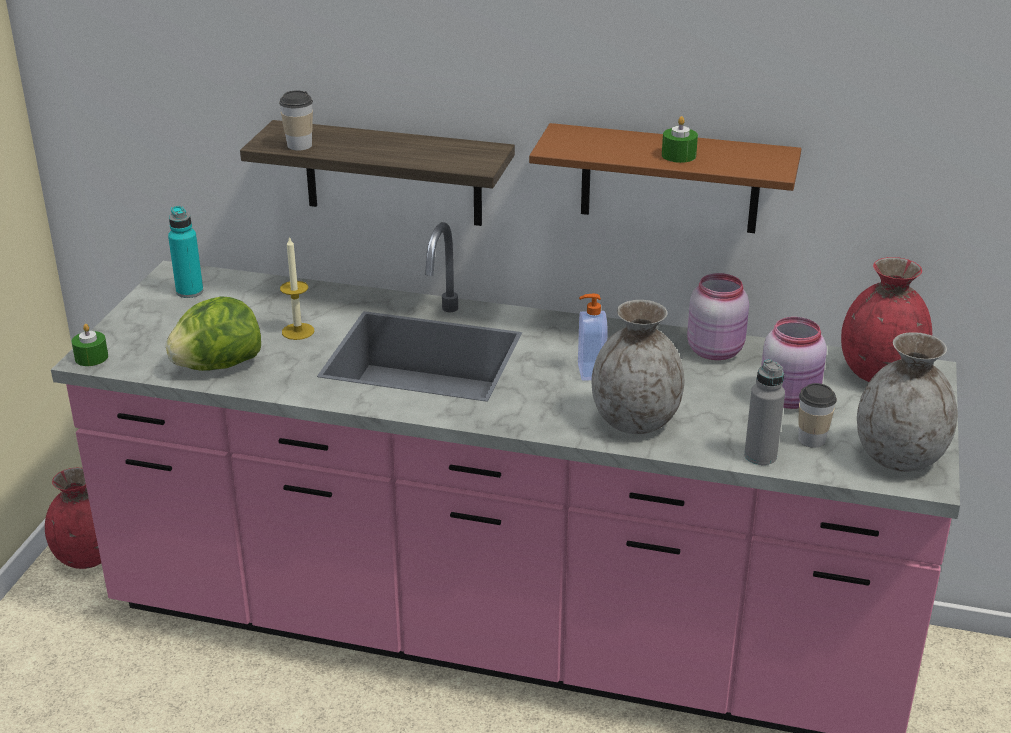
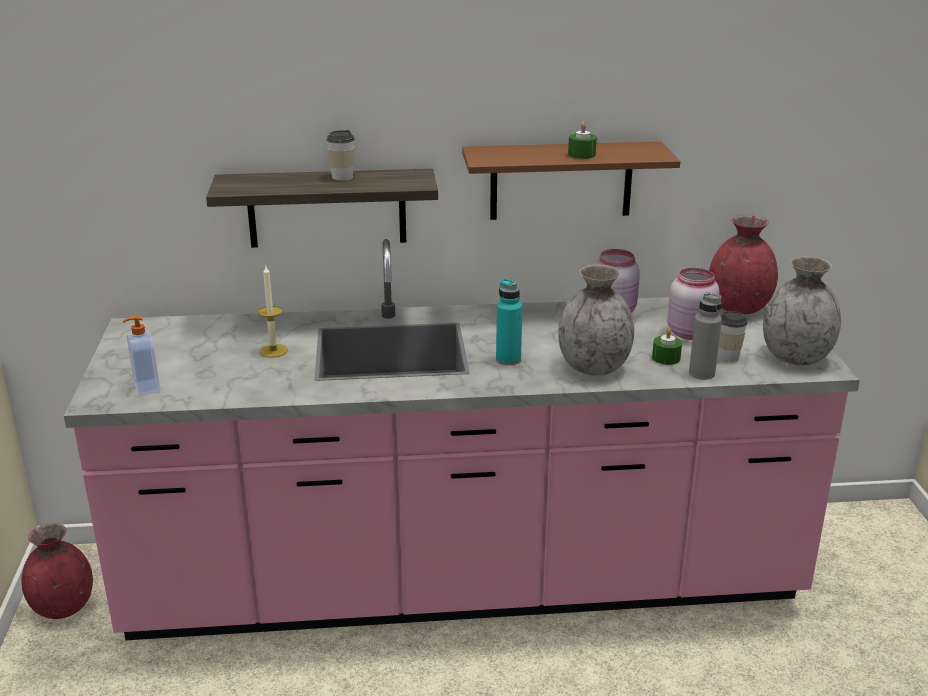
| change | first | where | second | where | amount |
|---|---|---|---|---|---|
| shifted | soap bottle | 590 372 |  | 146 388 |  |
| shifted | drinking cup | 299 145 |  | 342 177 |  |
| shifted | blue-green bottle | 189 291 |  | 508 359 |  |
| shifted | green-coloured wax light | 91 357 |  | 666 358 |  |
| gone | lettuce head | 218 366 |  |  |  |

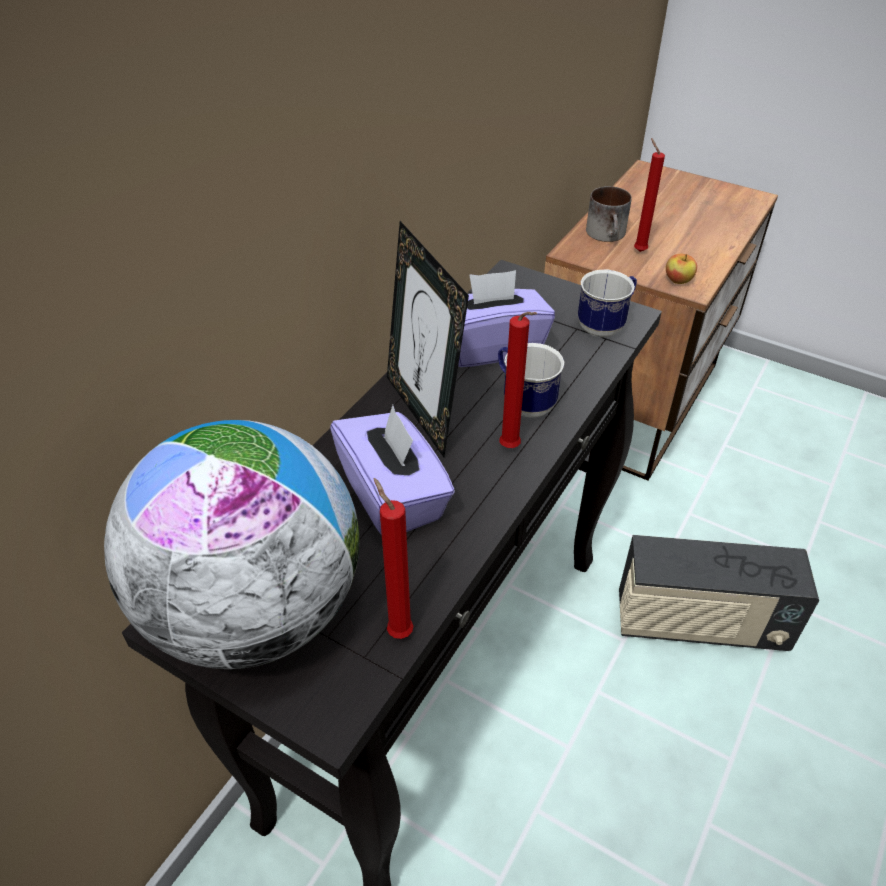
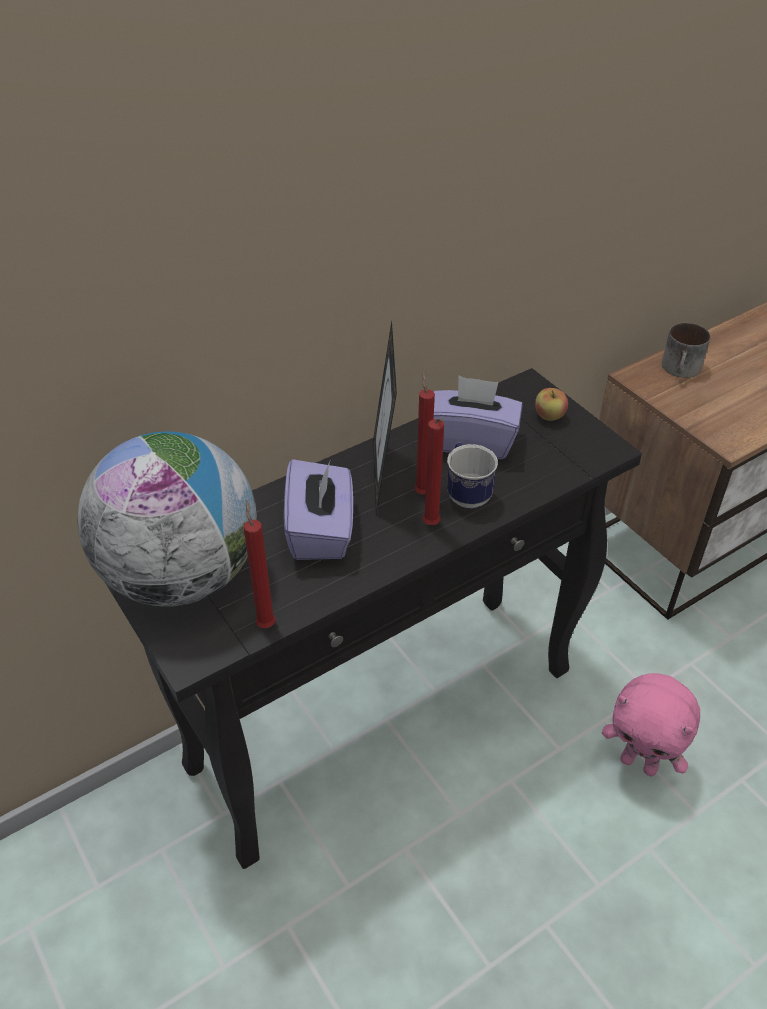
| change | first | where | second | where | amount |
|---|---|---|---|---|---|
| shifted | red wax light | 638 250 |  | 422 491 |  |
| shifted | apple | 678 280 |  | 549 416 |  |
| swapped | radio receiver | 699 624 | pink-coloured soft toy | 639 763 |  |
| gone | mug | 605 326 |  |  |  |

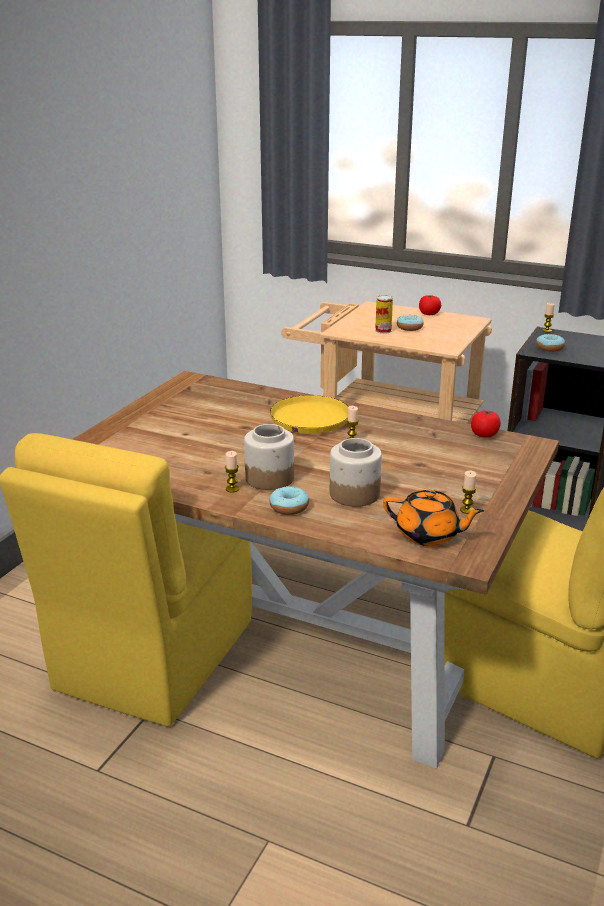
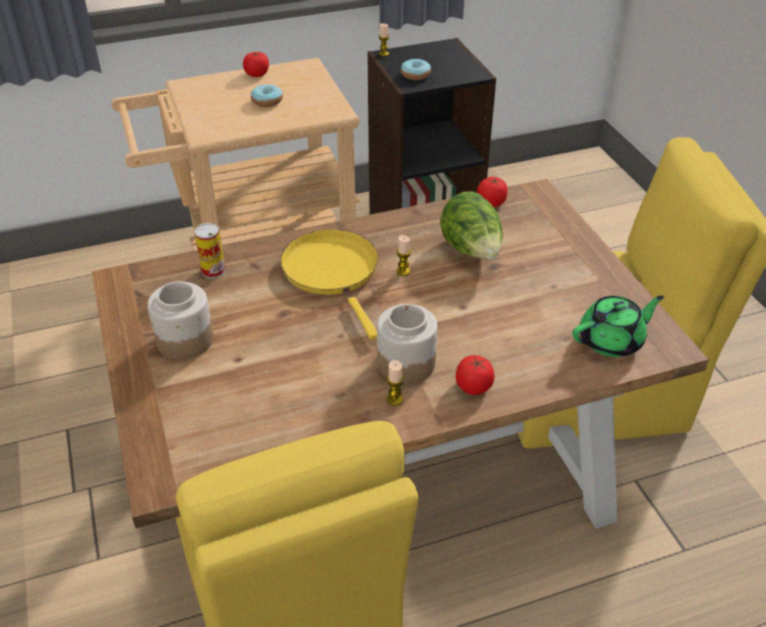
| change | first | where | second | where | amount |
|---|---|---|---|---|---|
| shifted | preserve jar | 354 494 |  | 184 340 |  |
| shifted | metal can | 383 331 |  | 213 271 |  |
| new |  |  | lettuce head | 471 251 |  |
| swapped | ring doughnut | 289 507 | fresh tomato | 474 386 |  |
| repainted | orange-coloured tea pot | 428 535 | green-coloured tea pot | 612 341 |  |
| gone | wax light | 467 510 |  |  |  |

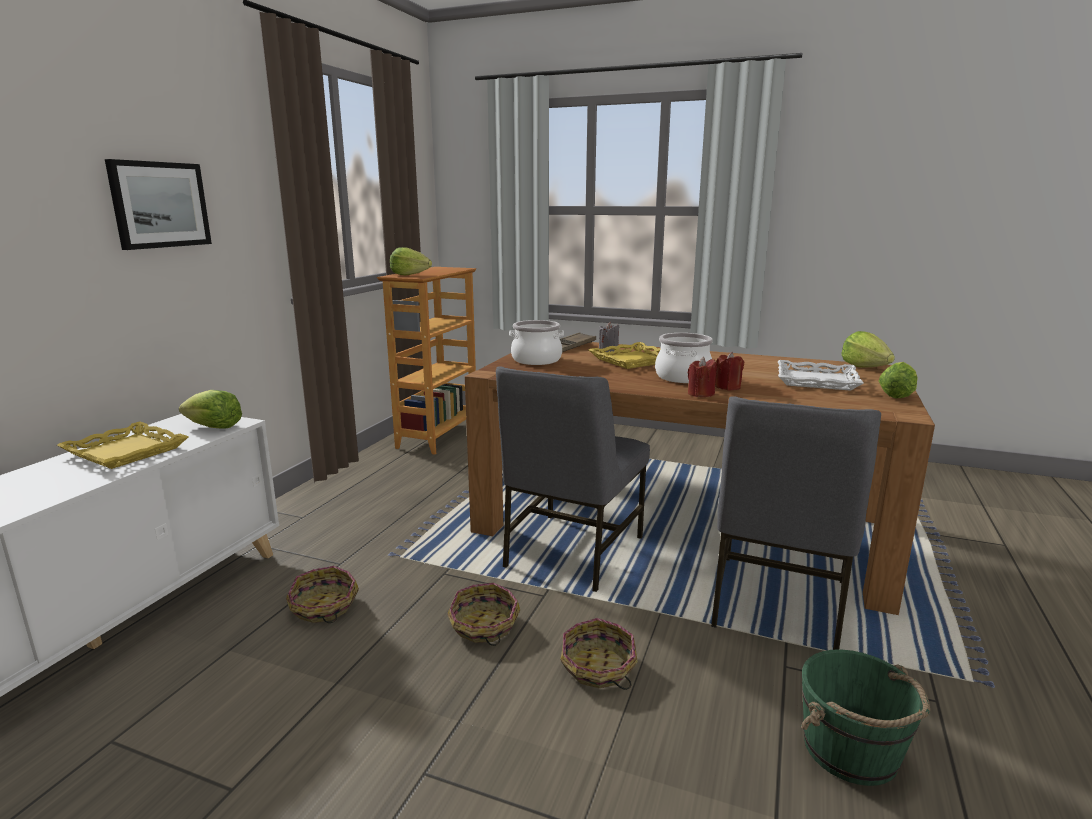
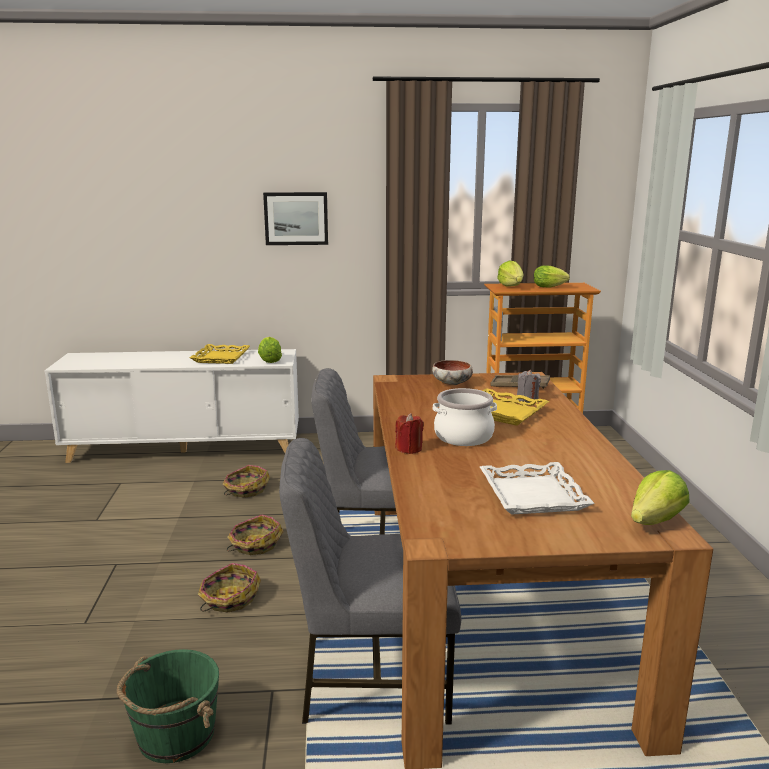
| change | first | where | second | where | amount |
|---|---|---|---|---|---|
| swapped | cooking pot | 536 360 | deep dish | 452 384 |  |
| shifted | lettuce head | 897 395 |  | 551 287 |  |
| gone | red wax light | 727 387 |  |  |  |

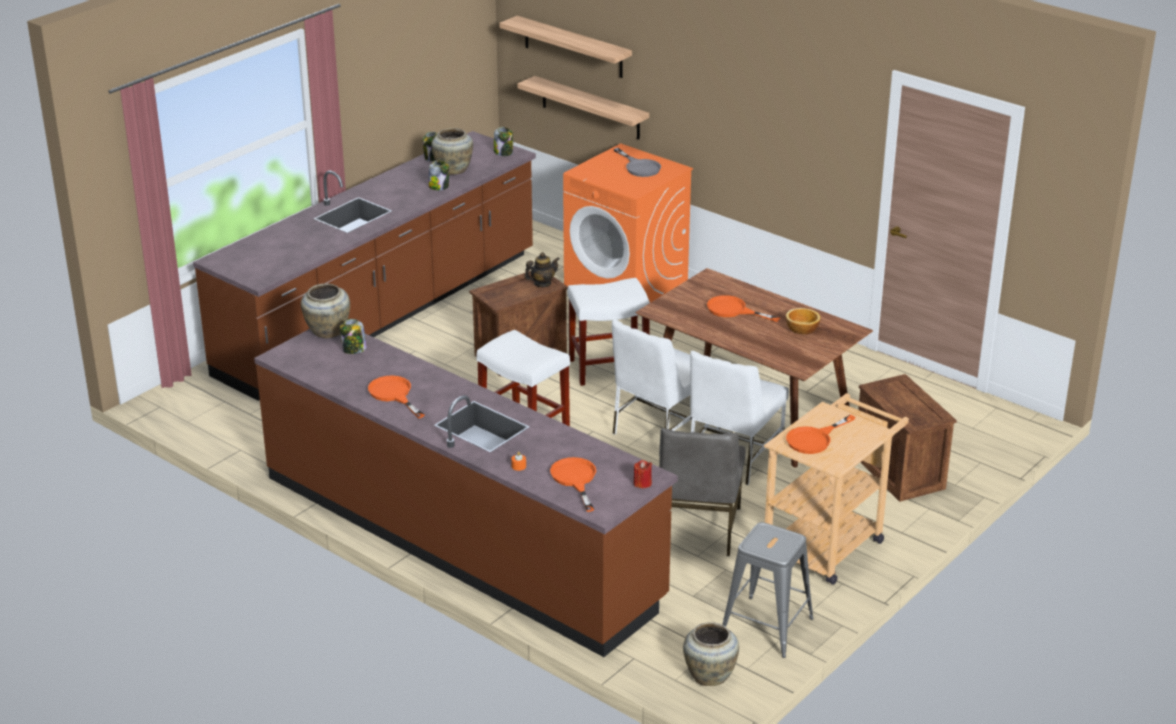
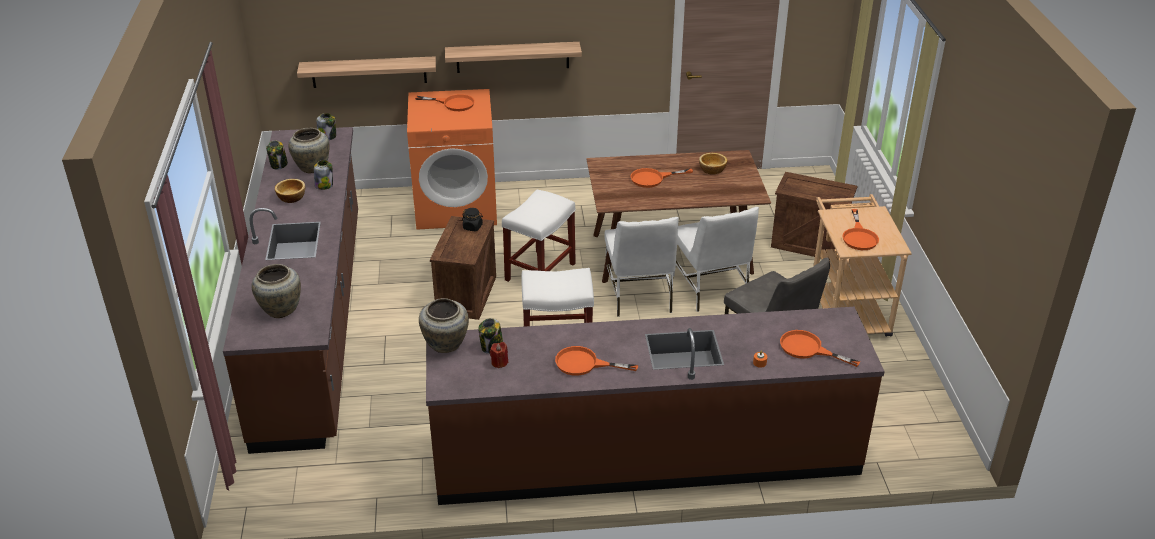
| change | first | where | second | where | amount |
|---|---|---|---|---|---|
| shifted | beige vase | 710 675 |  | 280 309 |  |
| new |  |  | deep dish | 291 197 |  |
| repainted | gray skillet | 639 167 | orange-coloured skillet | 453 103 |  |
| shifted | wall shelf | 573 47 |  | 512 57 |  |
| swapped | tea pot | 542 283 | black preserve jar | 473 227 |  |
| shifted | red wax light | 642 483 |  | 499 362 |  |
| gone | gray stool | 766 626 |  |  |  |

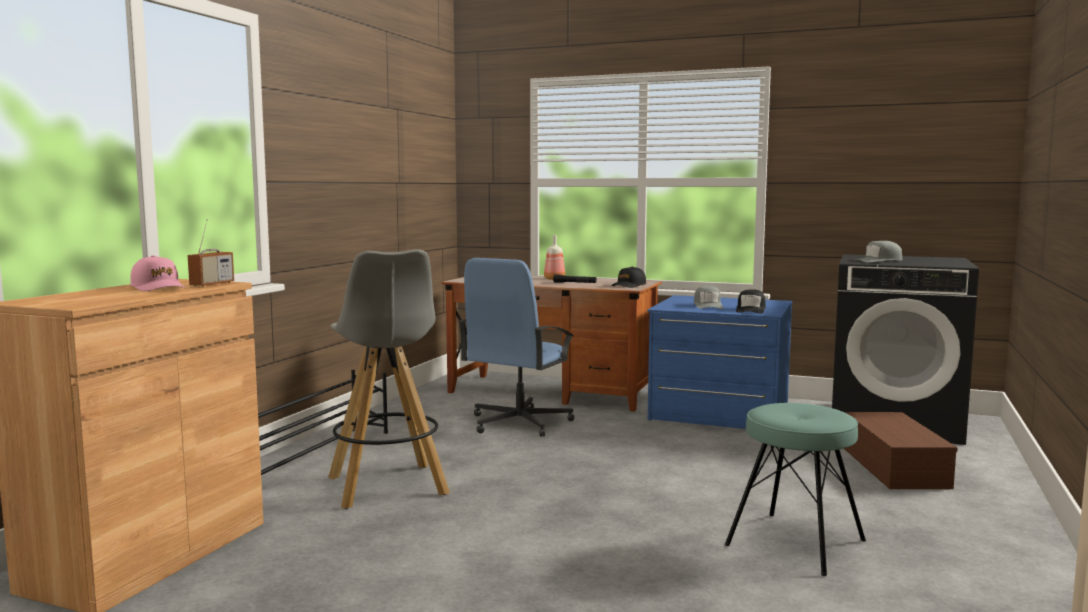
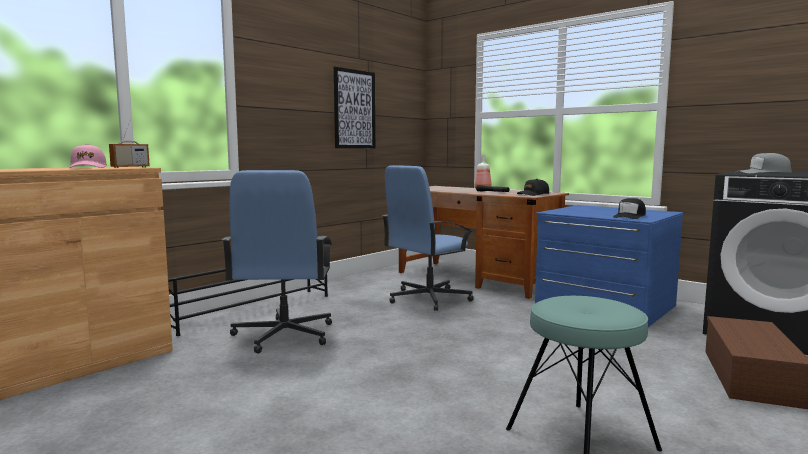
| change | first | where | second | where | amount |
|---|---|---|---|---|---|
| swapped | gray stool | 388 487 | blue-coloured office chair | 283 335 |  |
| new |  |  | picture | 354 109 |  |
| gone | gray cap | 708 305 |  |  |  |

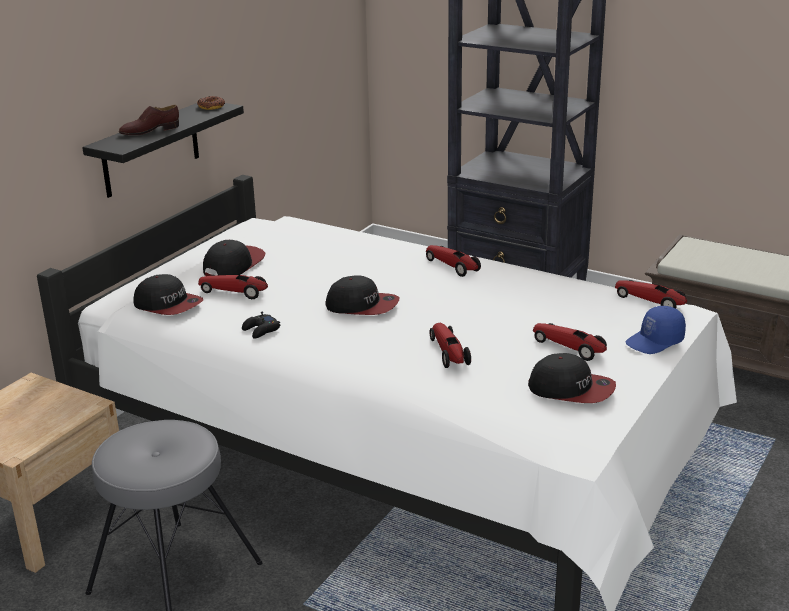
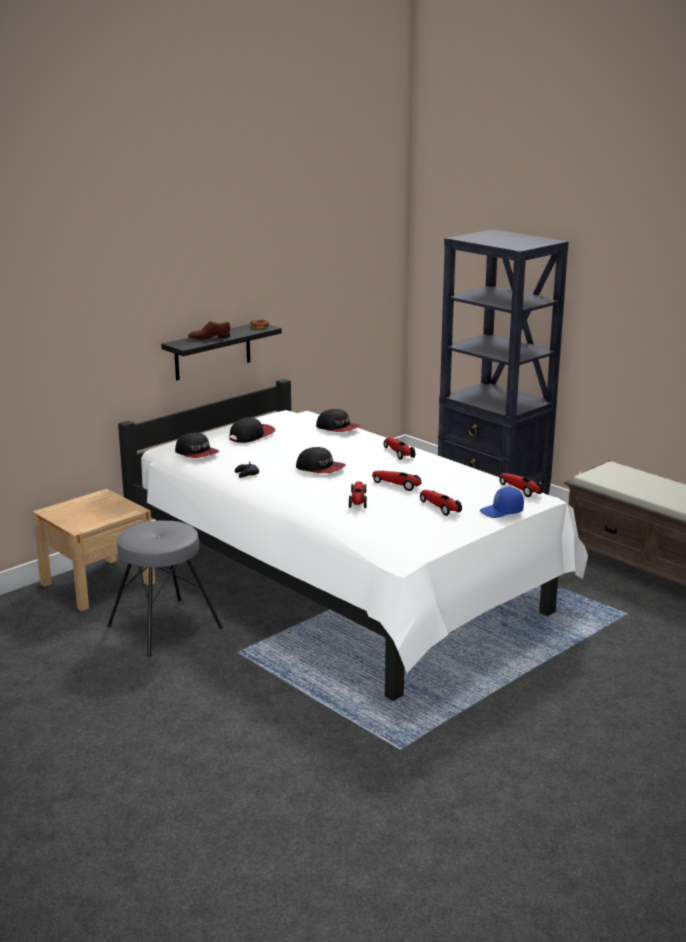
| change | first | where | second | where | amount |
|---|---|---|---|---|---|
| shifted | cap | 571 389 |  | 338 428 |  |
| shifted | model car | 234 292 |  | 397 484 |  |

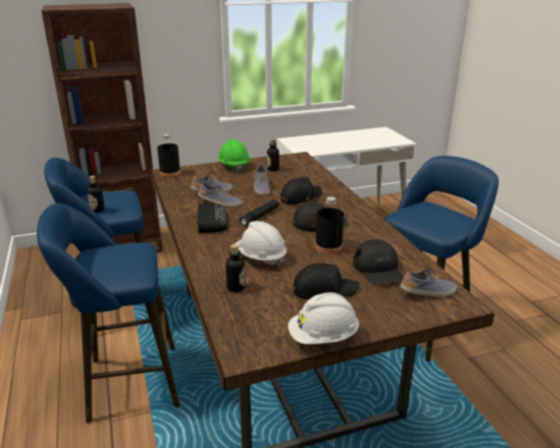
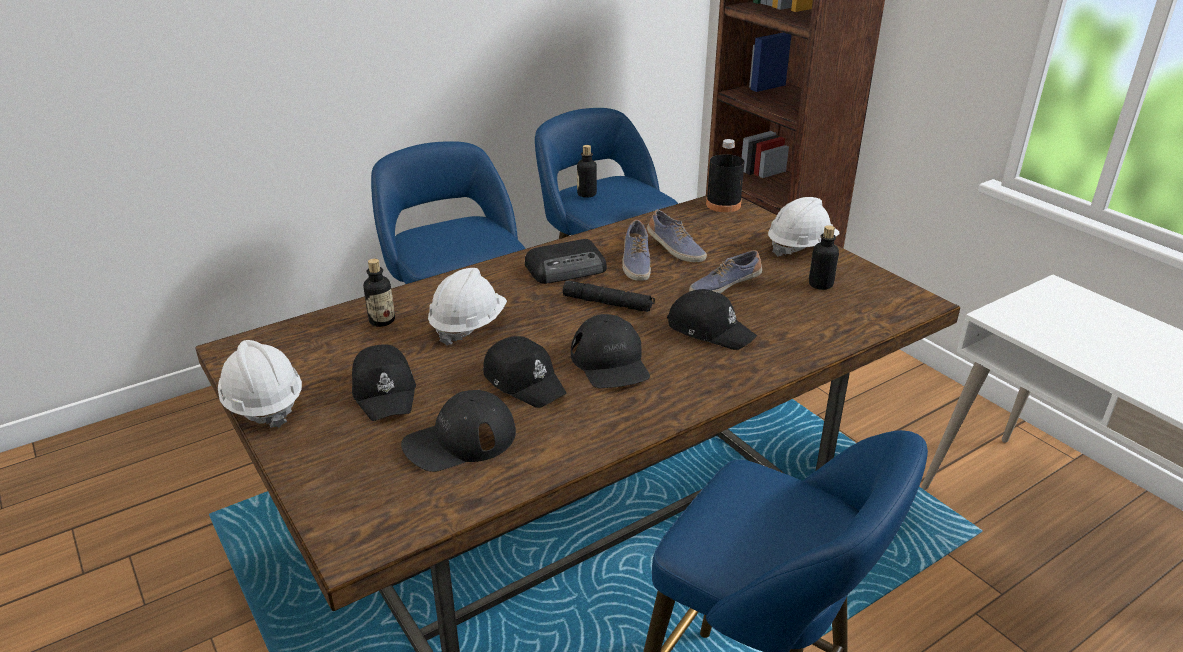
| change | first | where | second | where | amount |
|---|---|---|---|---|---|
| swapped | black bottle | 328 246 | black cap | 524 381 |  |
| repainted | green-coloured safety helmet | 233 166 | white safety helmet | 800 247 |  |
| gone | item of footwear | 428 293 |  |  |  |

